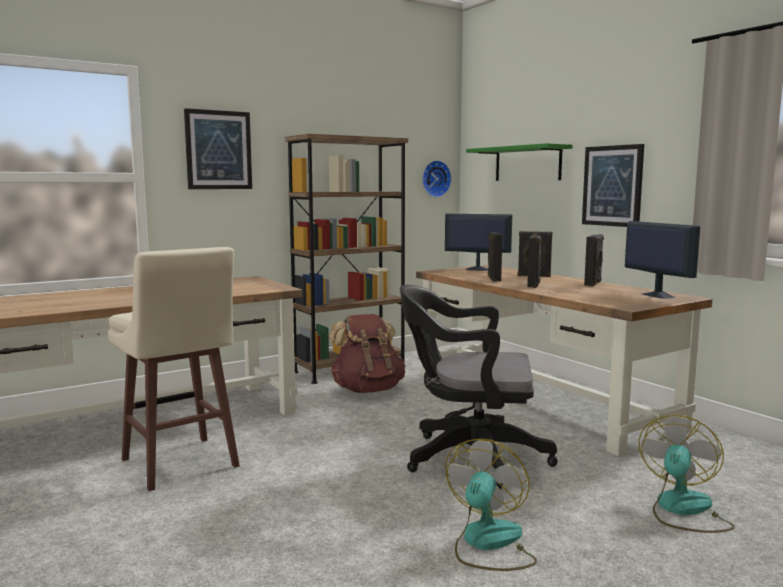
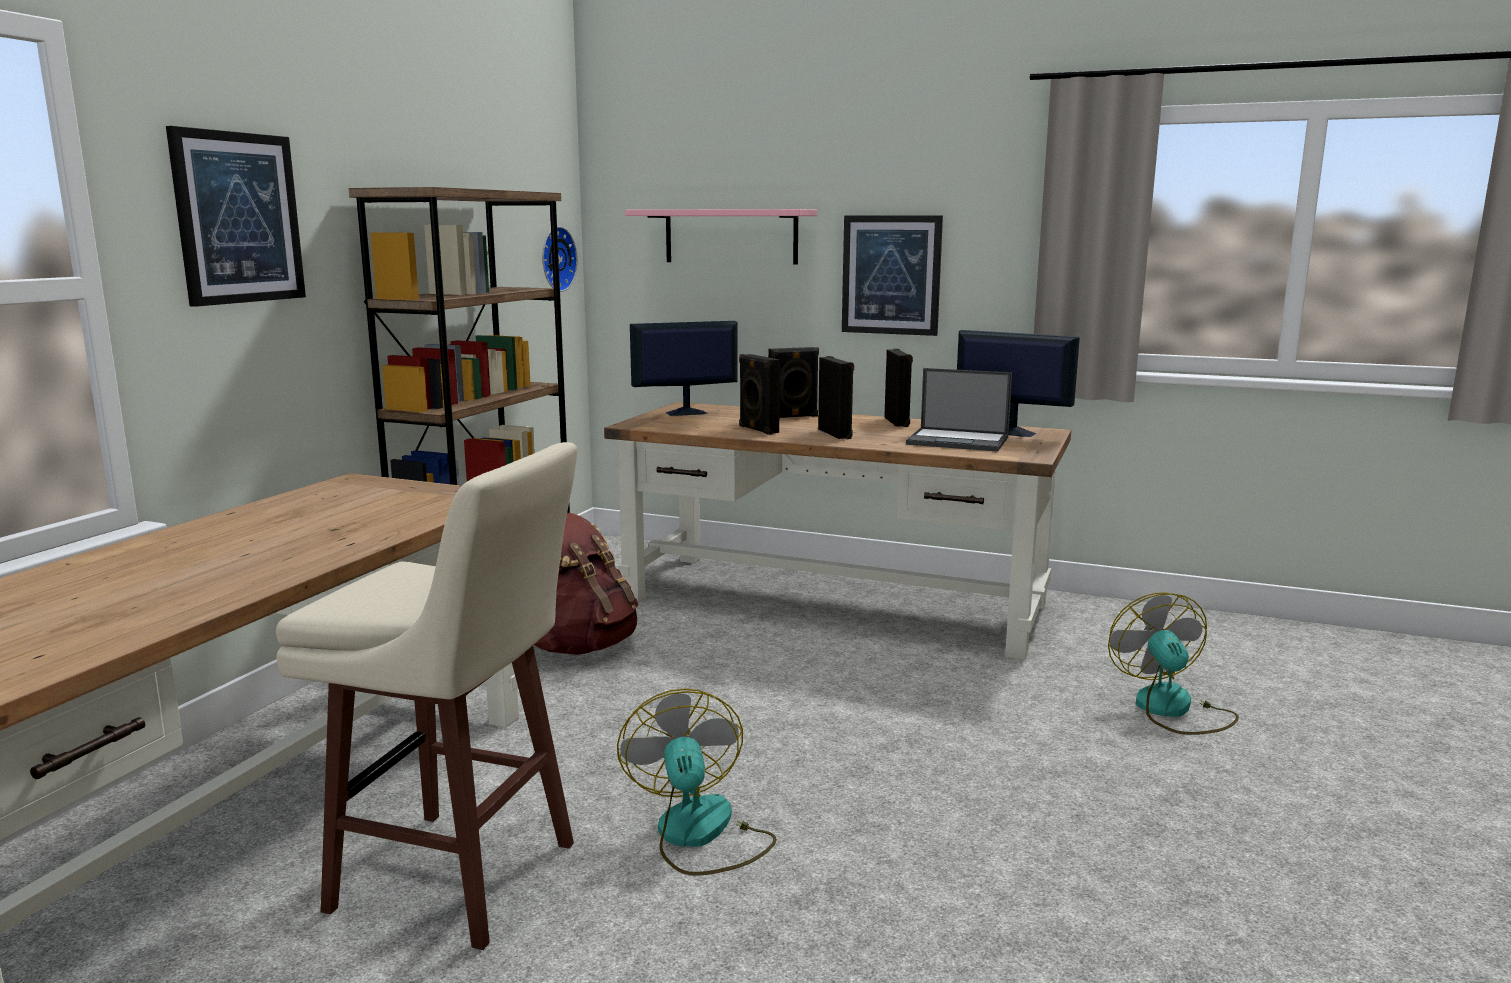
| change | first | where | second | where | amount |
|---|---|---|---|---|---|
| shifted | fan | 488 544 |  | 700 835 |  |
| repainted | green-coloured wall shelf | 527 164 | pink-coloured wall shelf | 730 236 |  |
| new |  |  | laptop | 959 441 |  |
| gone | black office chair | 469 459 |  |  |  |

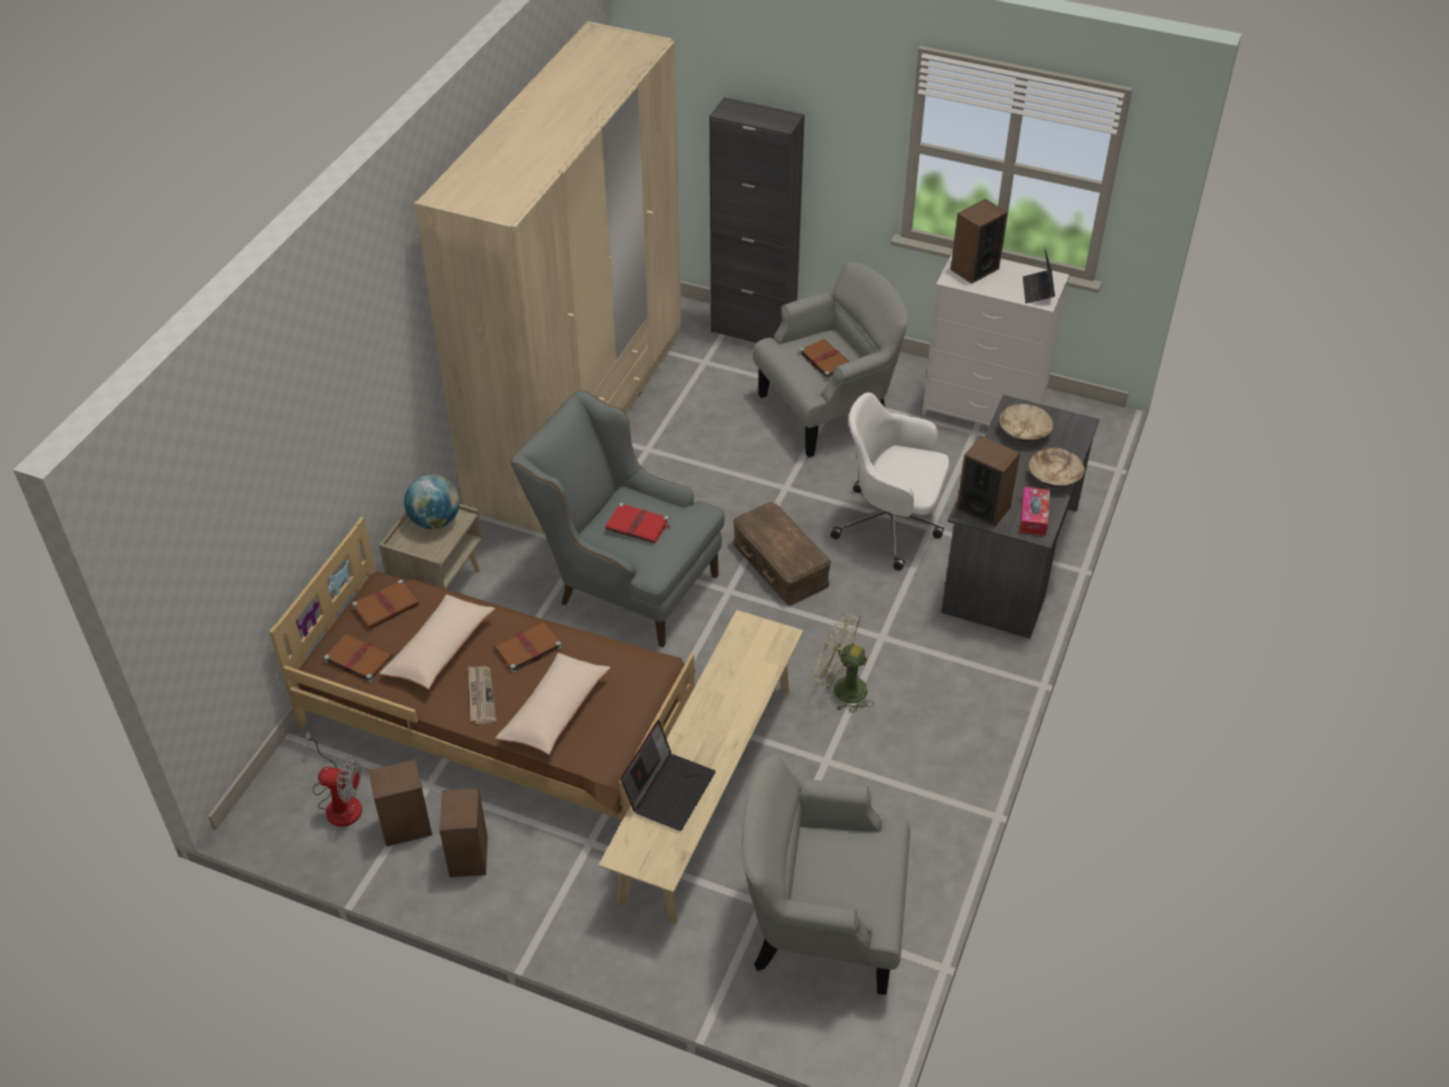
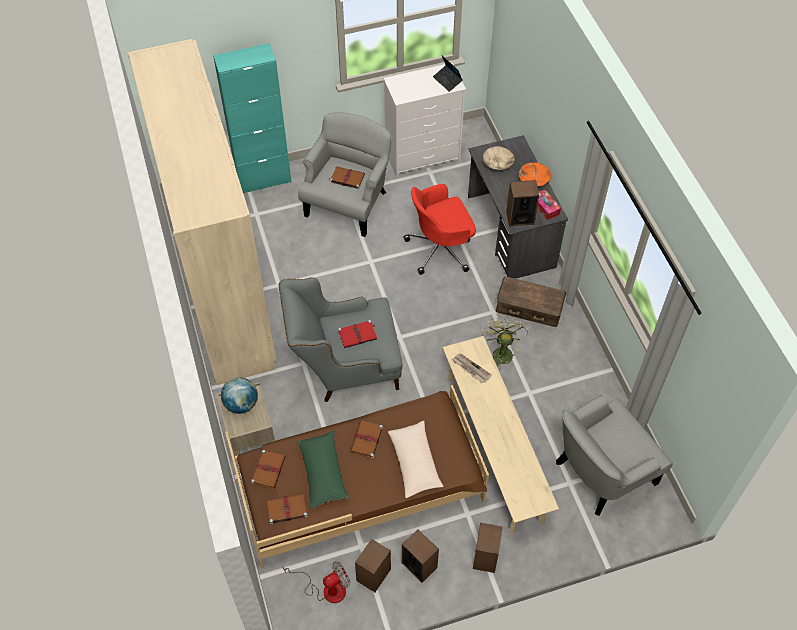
| change | first | where | second | where | amount |
|---|---|---|---|---|---|
| repainted | black cabinet | 753 331 | blue-green cabinet | 263 179 |  |
| repainted | beige pillow | 439 649 | green-coloured pillow | 323 473 |  |
| repainted | white office chair | 891 525 | red office chair | 441 249 |  |
| shifted | printed paper | 480 696 |  | 471 369 |  |
| shifted | loudspeaker | 974 269 |  | 485 557 |  |
| rotated | green-coloured fan | 841 688 |  | 501 351 | 105 degrees clockwise |
| shifted | brown-coloured storage container | 779 564 |  | 529 308 |  |
| repainted | beige deep dish | 1054 477 | orange-coloured deep dish | 534 179 |  |
| gone | laptop | 669 789 |  |  |  |

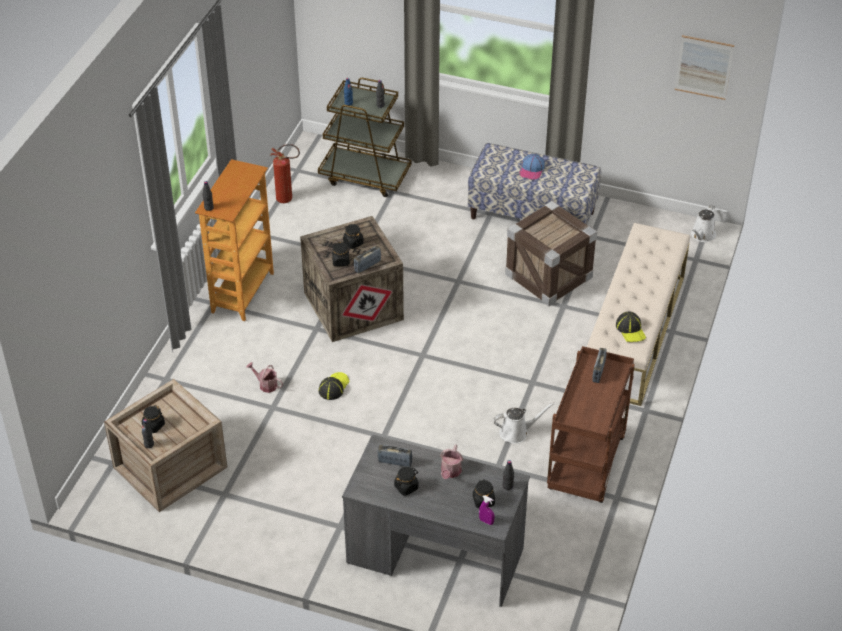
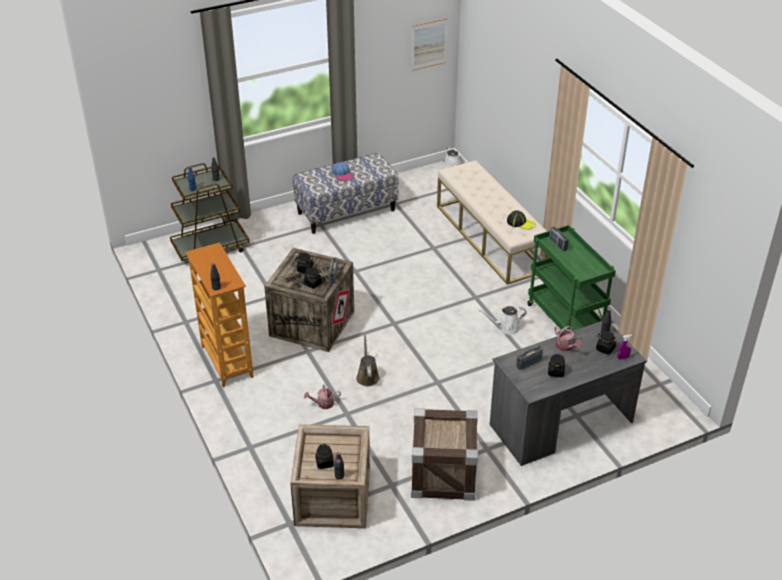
| change | first | where | second | where | amount |
|---|---|---|---|---|---|
| swapped | cap | 333 387 | brown-coloured watering can | 367 376 |  |
| shifted | crate | 548 276 |  | 443 475 |  |
| rotated | white watering can | 517 432 |  | 506 328 | 135 degrees counterclockwise |
| repainted | brown-coloured wheeled cart | 587 466 | green-coloured wheeled cart | 566 320 |  |
| gone | fire-fighting cylinder | 288 199 |  |  |  |

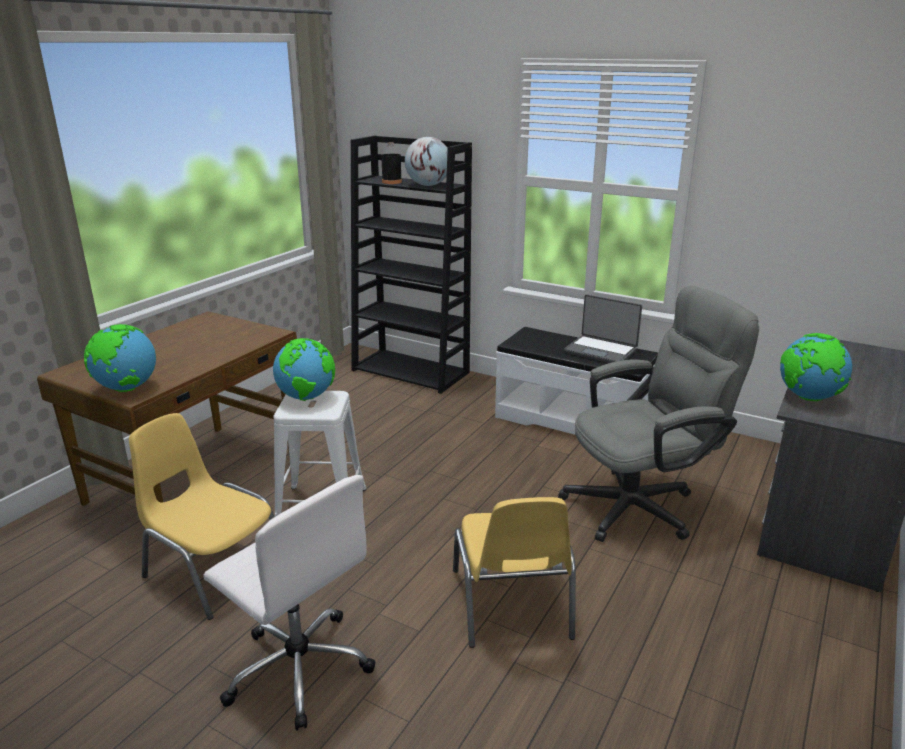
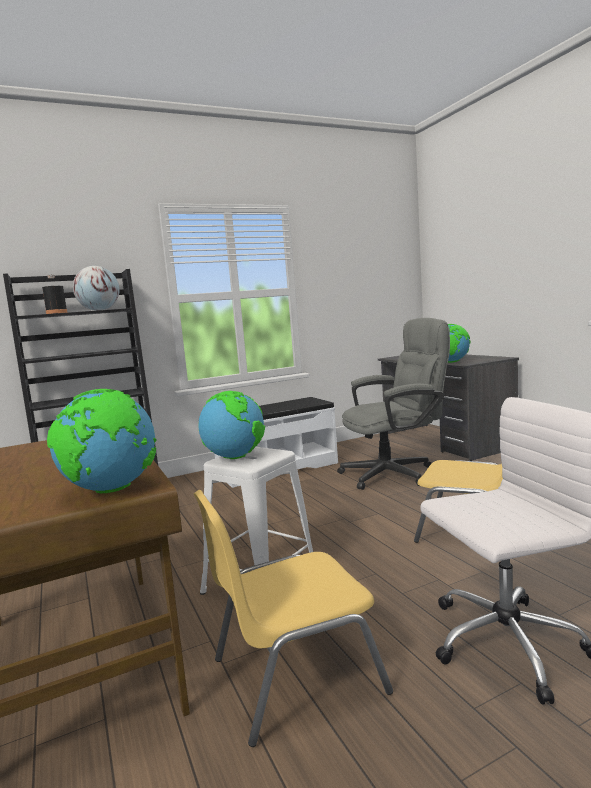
| change | first | where | second | where | amount |
|---|---|---|---|---|---|
| rotated | gray office chair | 642 505 |  | 396 473 | 60 degrees clockwise |
| gone | laptop | 601 351 |  |  |  |

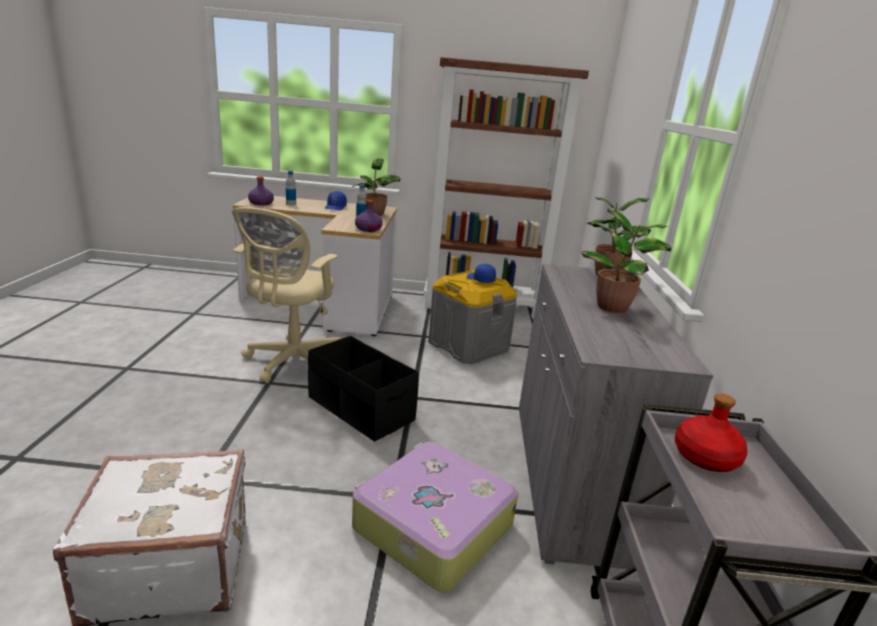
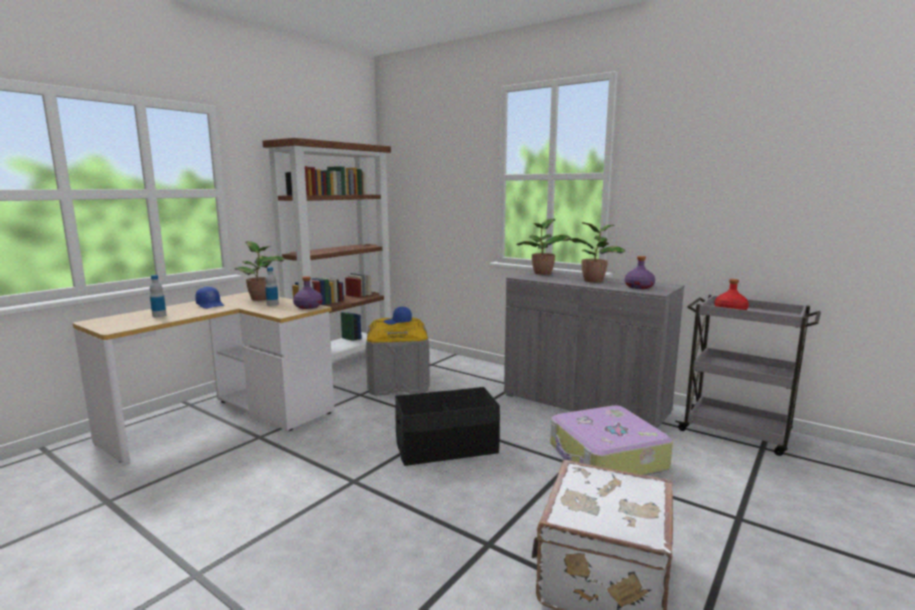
| change | first | where | second | where | amount |
|---|---|---|---|---|---|
| shifted | purple-coloured bottle | 261 203 |  | 639 287 |  |
| gone | beige office chair | 292 362 |  |  |  |

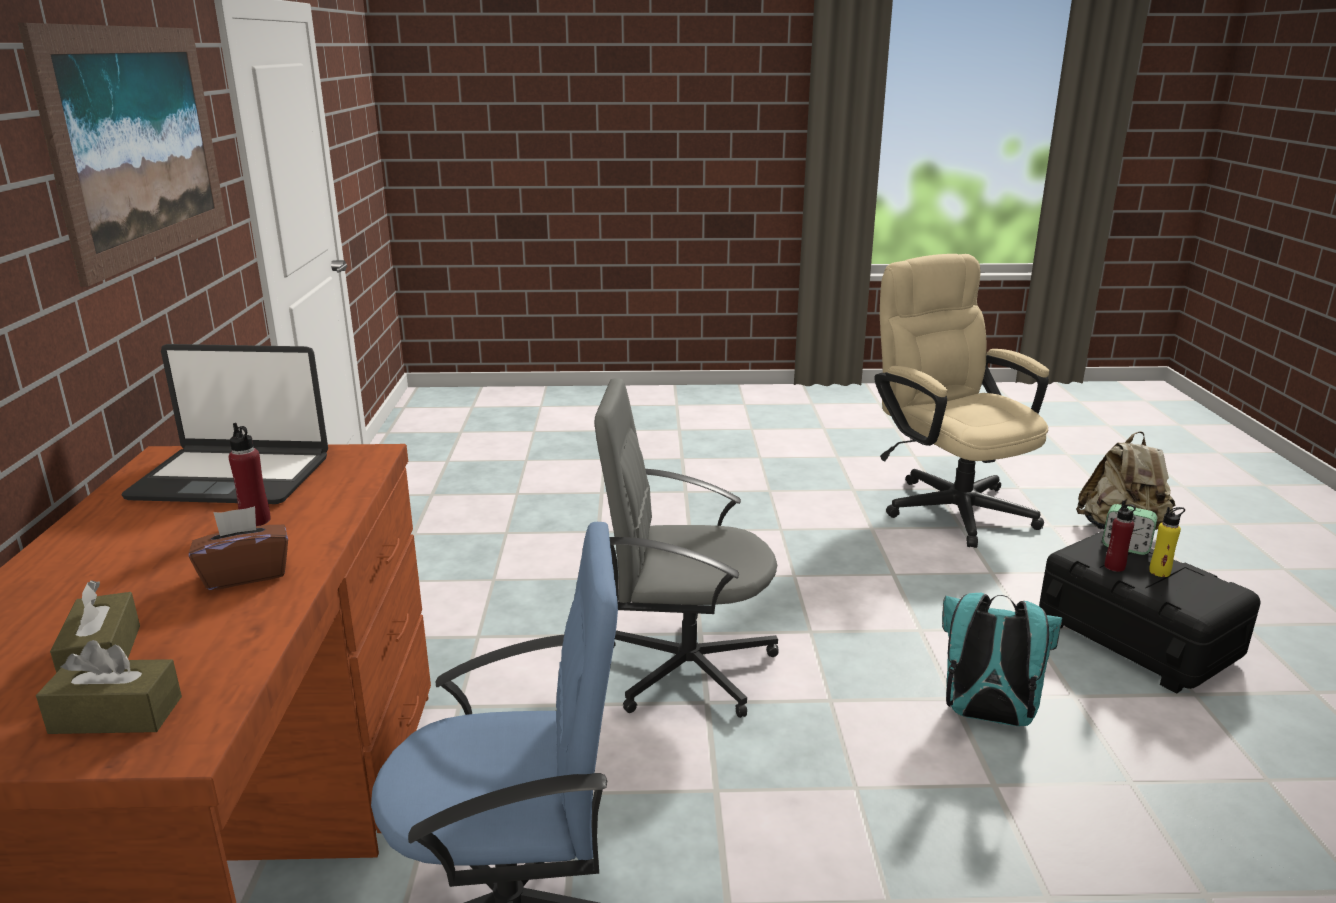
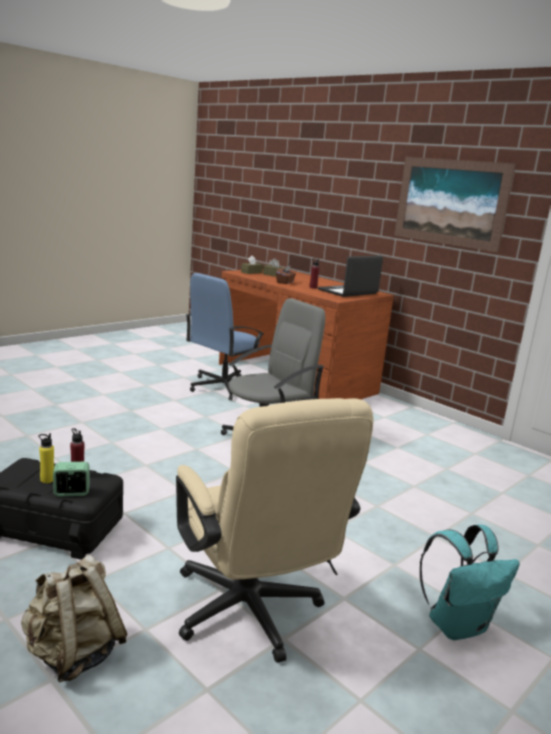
| change | first | where | second | where | amount |
|---|---|---|---|---|---|
| rotated | beige office chair | 949 505 |  | 252 616 | 45 degrees clockwise |
| shifted | blue-green knapsack | 986 716 |  | 457 625 |  |

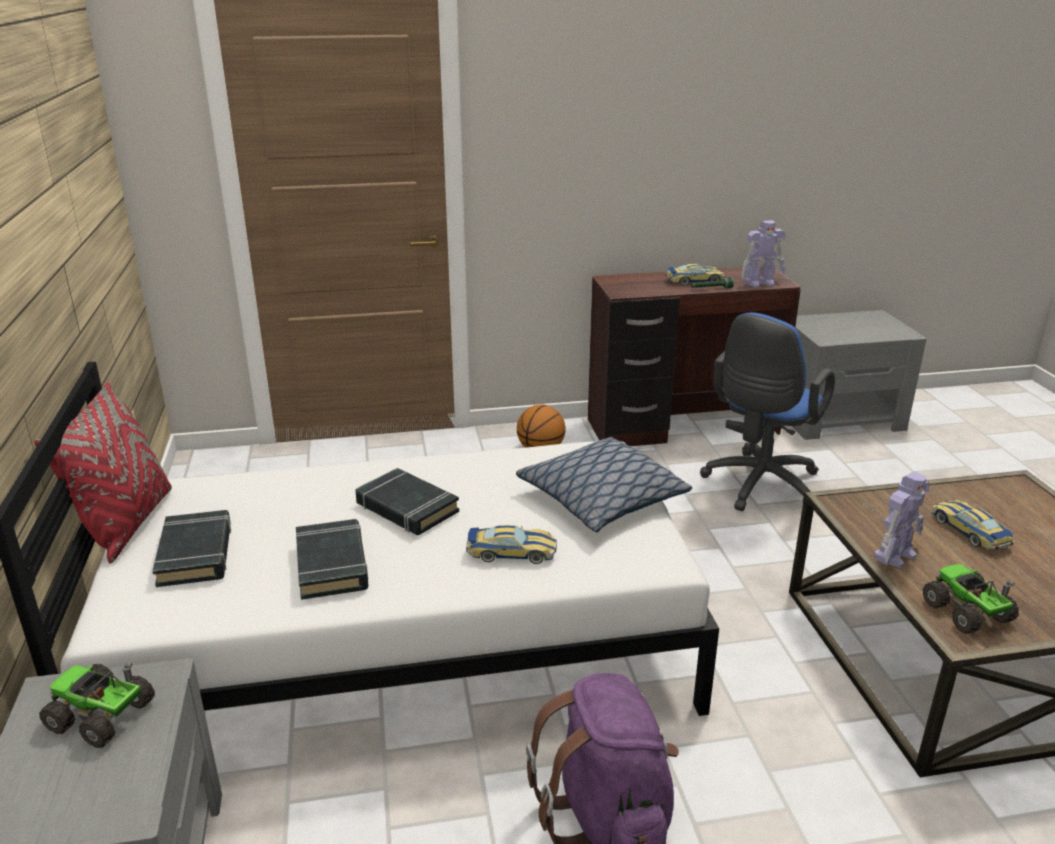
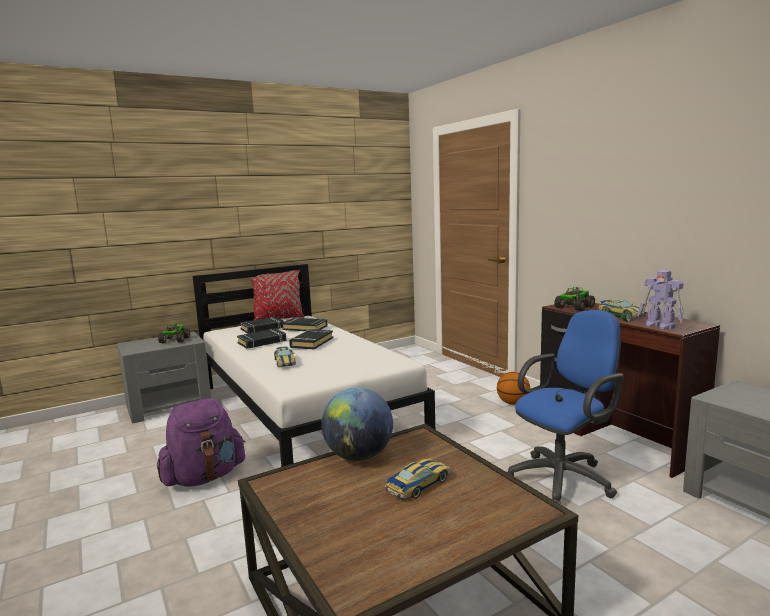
| change | first | where | second | where | amount |
|---|---|---|---|---|---|
| new |  |  | black book | 305 328 |  |
| swapped | toy robot | 895 555 | world globe | 359 456 |  |
| rotated | blue-coloured office chair | 758 486 |  | 564 479 | 135 degrees clockwise |
| shifted | model truck | 967 613 |  | 574 307 |  |
| gone | pillow | 602 499 |  |  |  |

